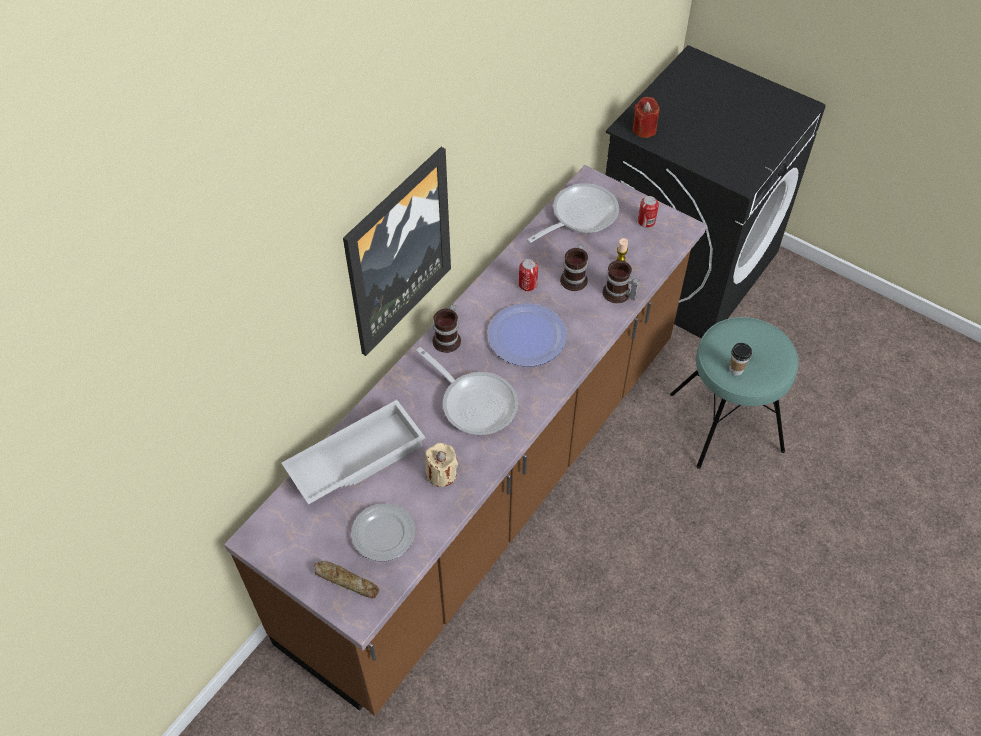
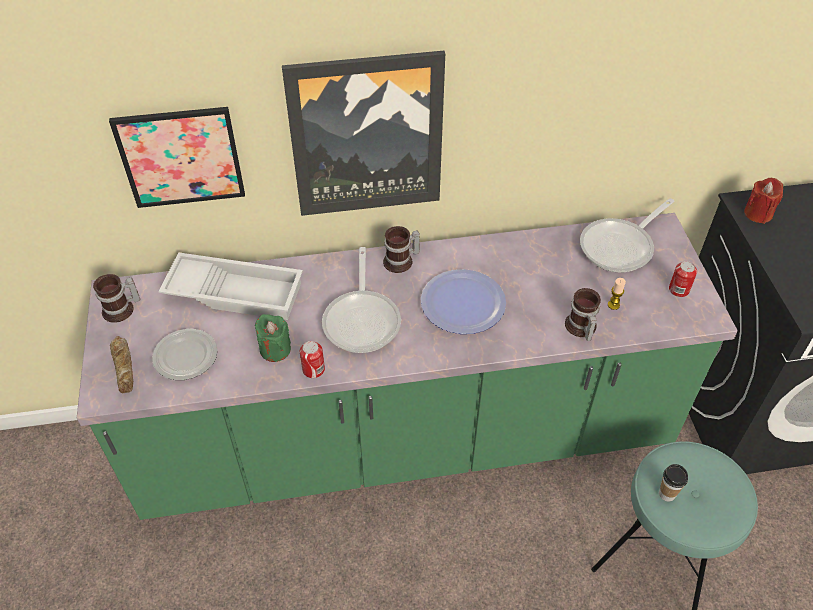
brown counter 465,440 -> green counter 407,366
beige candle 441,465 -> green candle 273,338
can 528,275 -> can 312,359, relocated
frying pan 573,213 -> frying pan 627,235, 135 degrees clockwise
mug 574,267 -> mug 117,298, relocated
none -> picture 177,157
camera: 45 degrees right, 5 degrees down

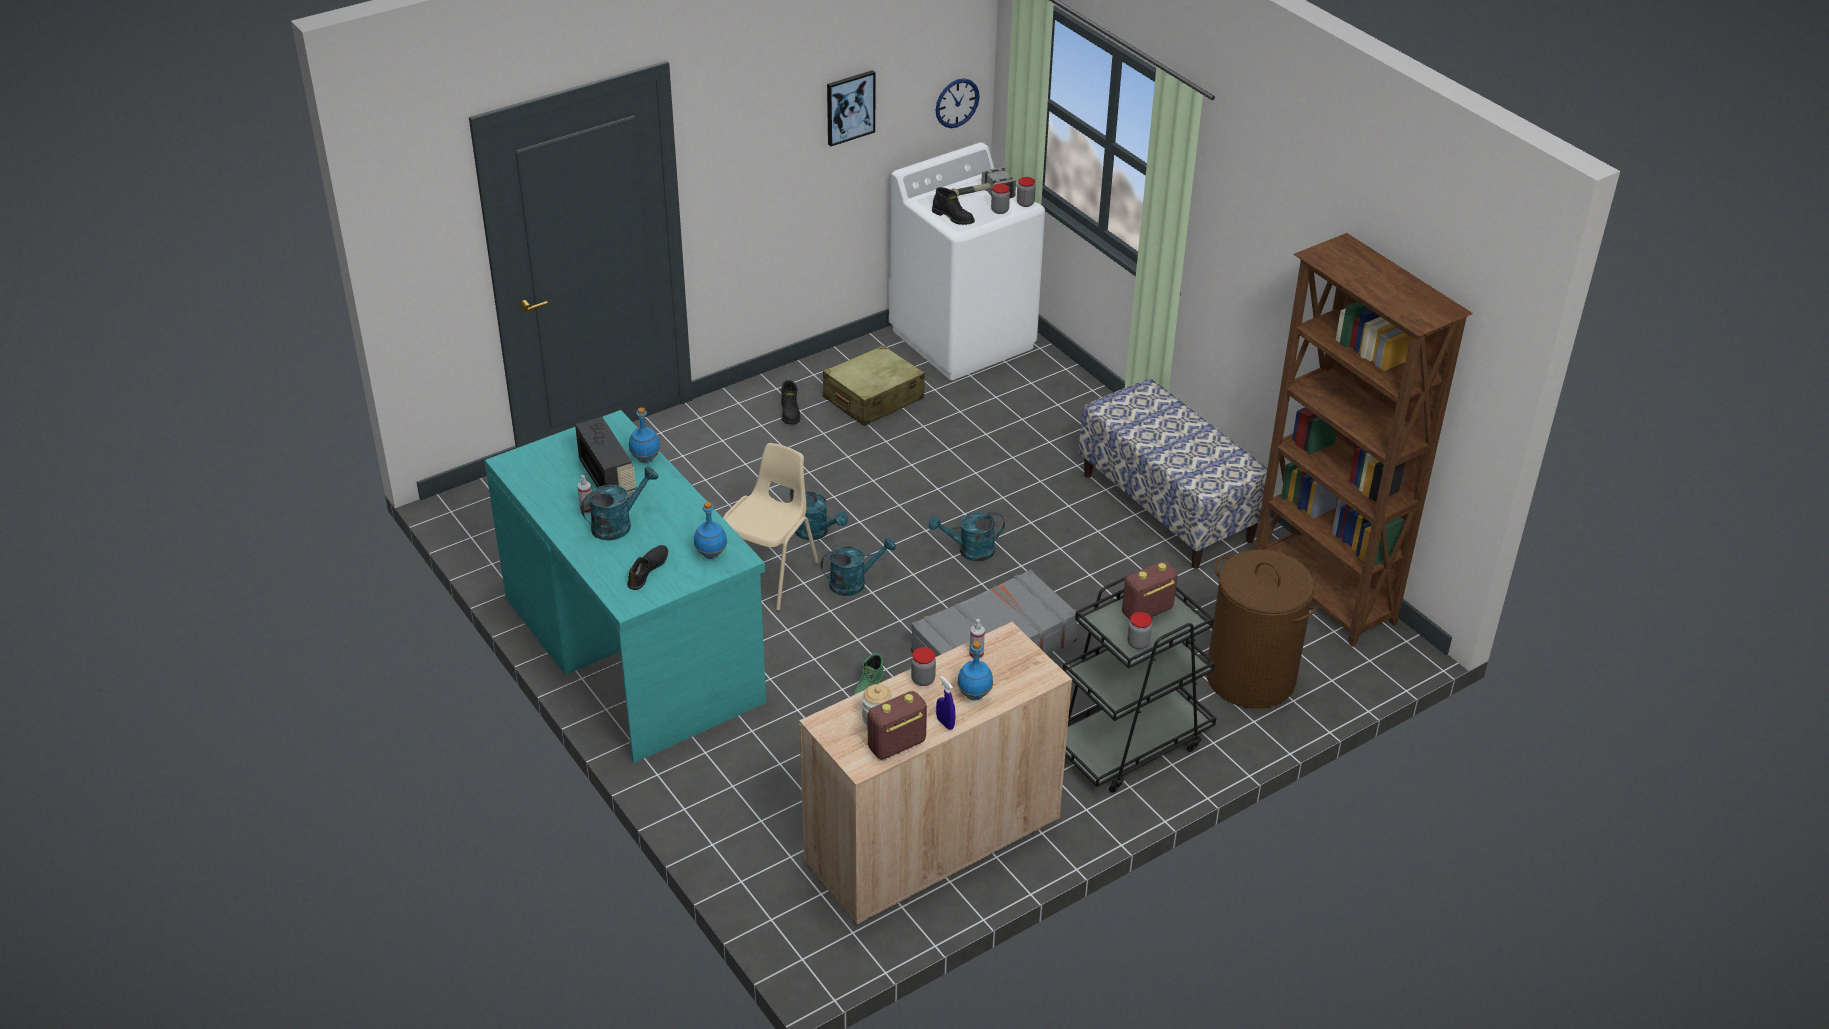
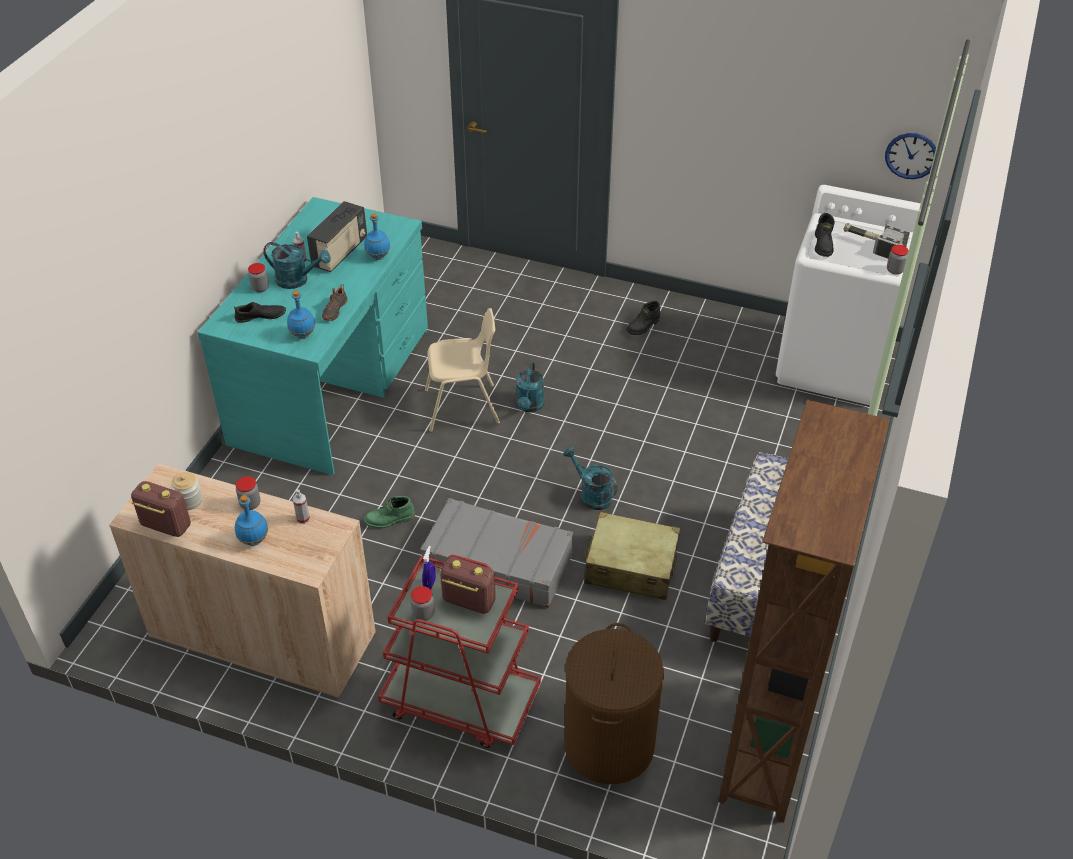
turquoise watering can 858,566 -> none
beige suitcase 874,385 -> beige suitcase 632,556, relocated
picture 851,108 -> none
blue spray bottle 945,703 -> blue spray bottle 429,568, relocated
jar 1000,199 -> jar 258,278, relocated
black cart 1139,683 -> red cart 459,651
none -> black shoe 335,303
camera: 55 degrees right, 5 degrees up

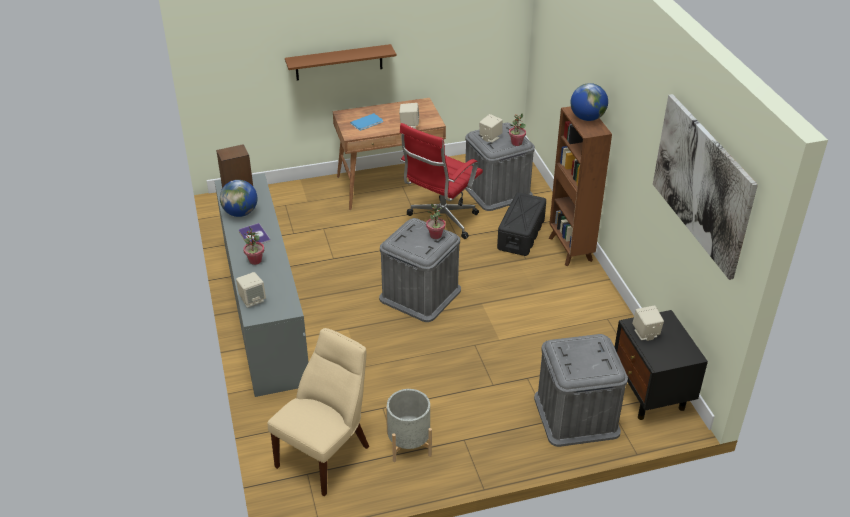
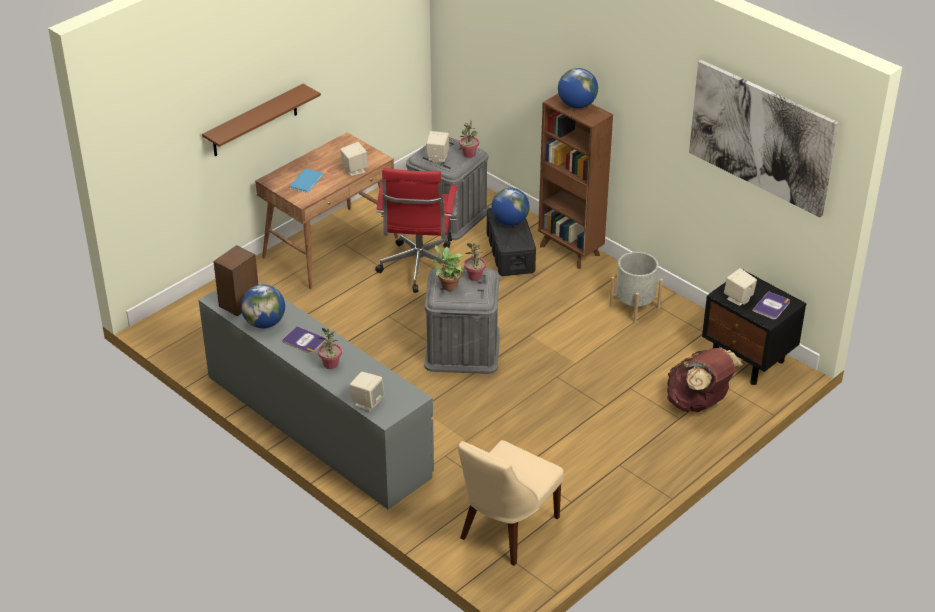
beige chair 318,412 -> beige chair 511,503, 150 degrees counterclockwise
grey planter 409,425 -> grey planter 636,287, relocated
grey storage box 581,390 -> brown backpack 705,380
none -> potted plant 448,268
none -> globe 510,207
none -> book 771,305
camera: 30 degrees left, 0 degrees up

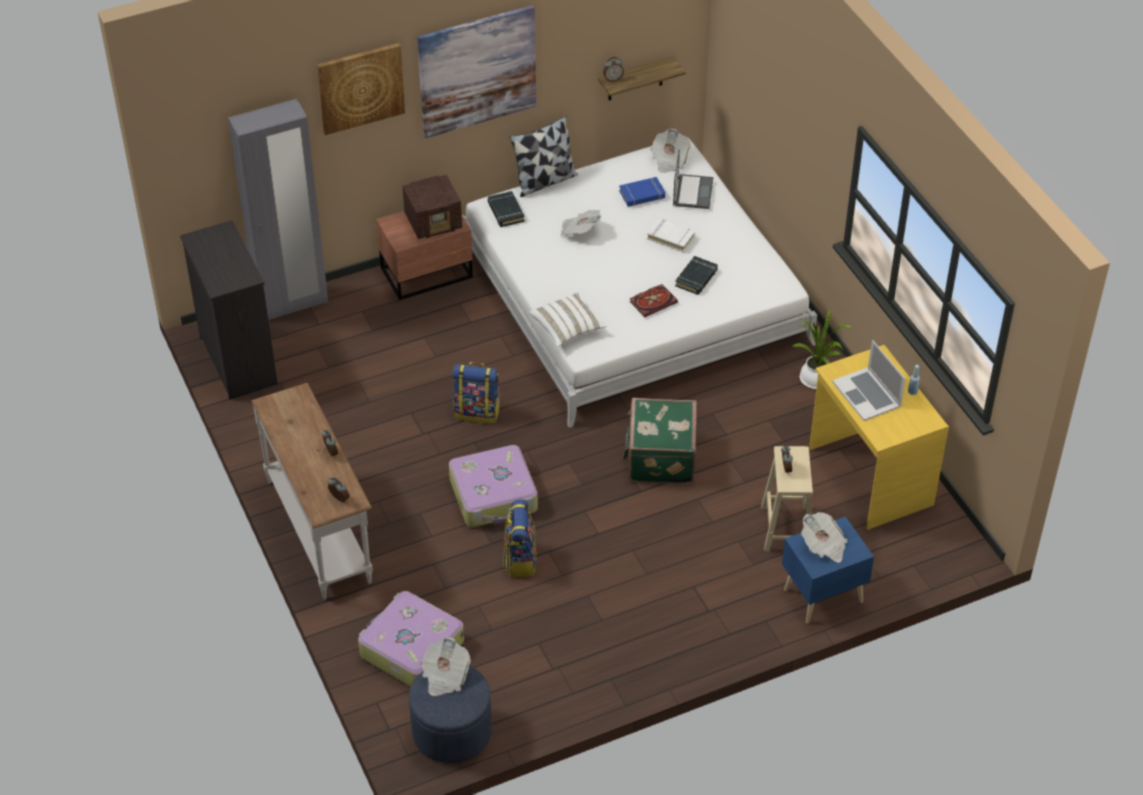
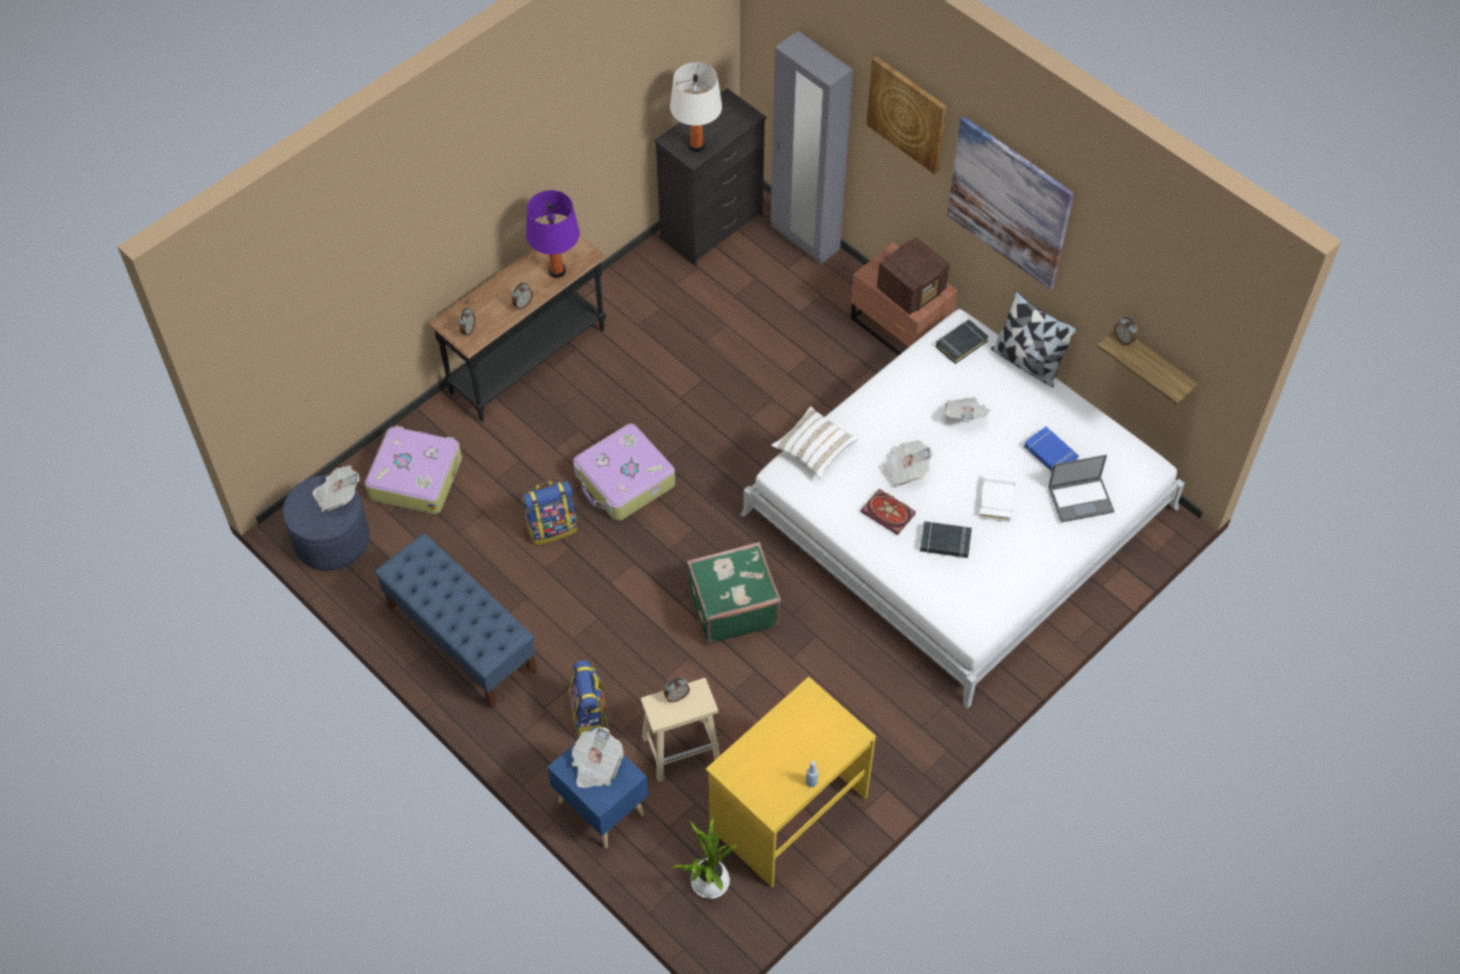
white console table 312,491 -> black console table 518,328
radio 432,207 -> radio 913,276, 90 degrees counterclockwise
backpack 476,392 -> backpack 589,699, relocated
newspaper 670,150 -> newspaper 906,463, relocated
potted plant 822,349 -> potted plant 705,858, relocated
laptop 868,380 -> none
none -> blue bench 456,621
none -> purple table lamp 553,234
none -> white table lamp 696,107
camera: 70 degrees right, 10 degrees up

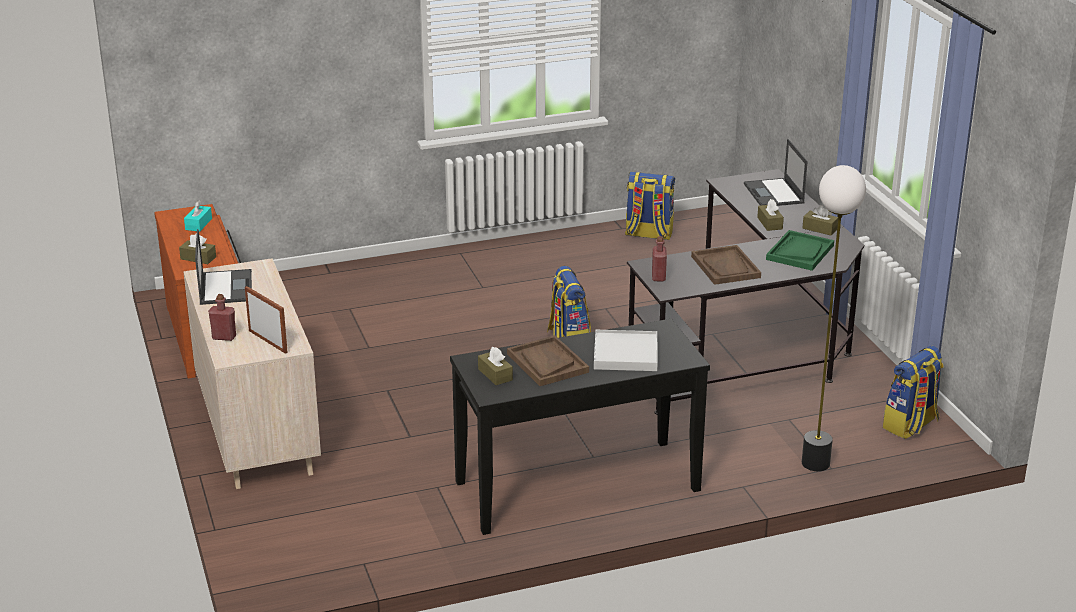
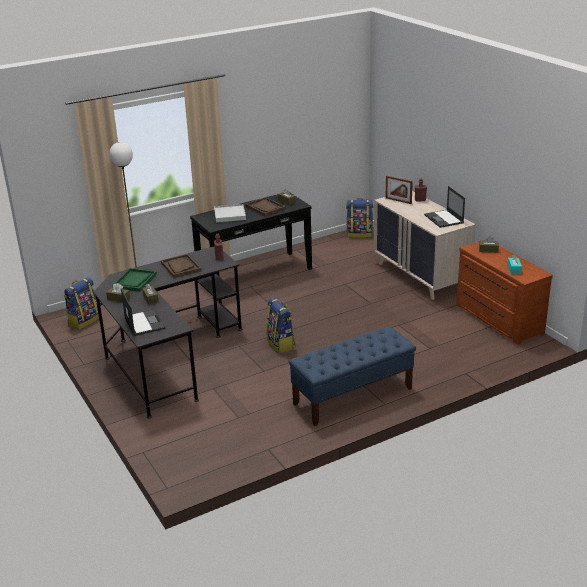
backpack 650,206 -> backpack 359,218, relocated
none -> blue bench 352,376
camera: 170 degrees right, 0 degrees up

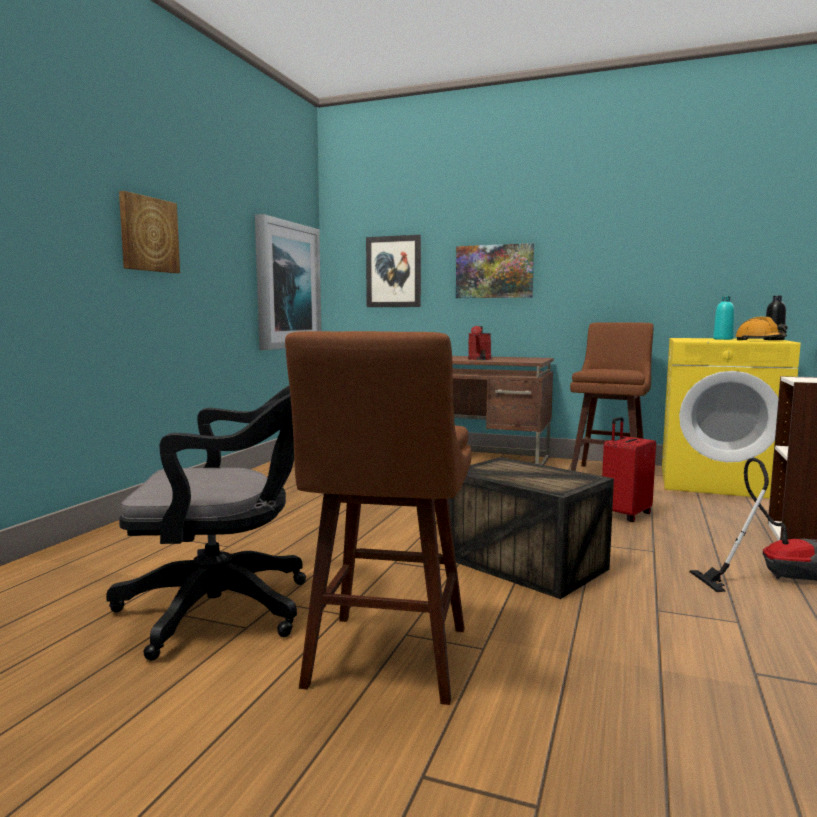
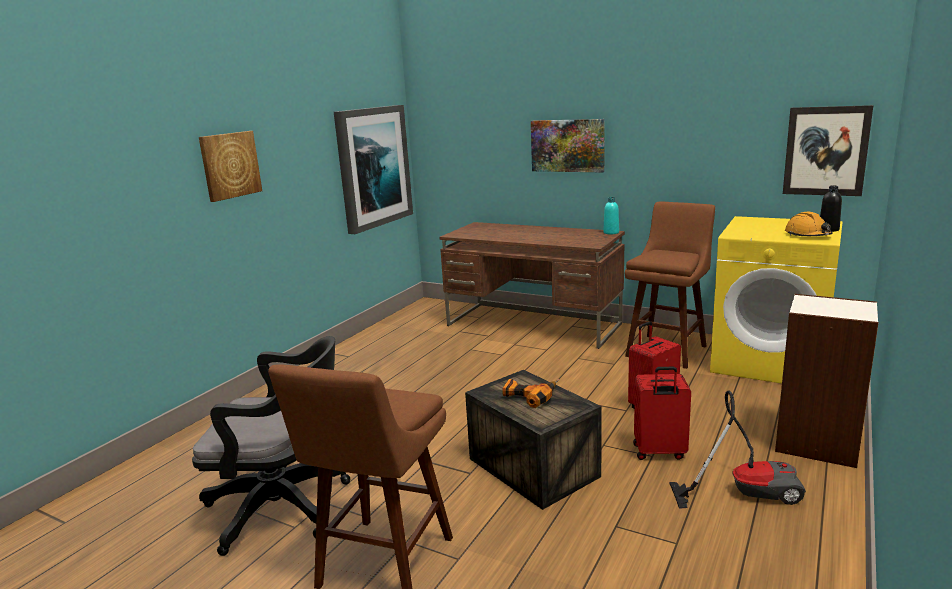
picture 393,271 -> picture 828,150, relocated
red watering can 479,343 -> none
turquoise bottle 724,318 -> turquoise bottle 611,216, relocated
none -> power drill 530,393
none -> red suitcase 662,413
camera: 10 degrees right, 10 degrees up

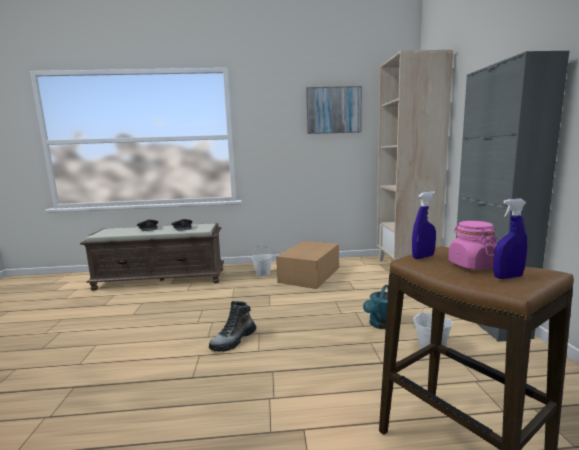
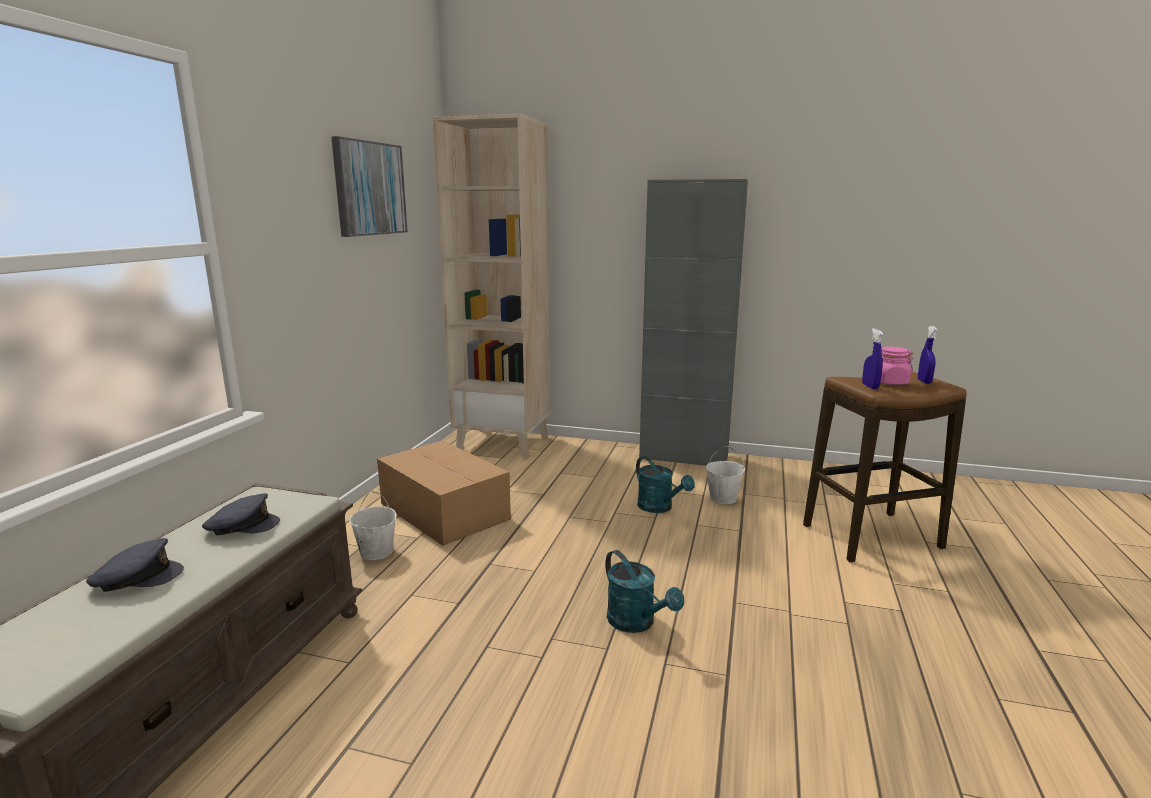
boot 232,326 -> turquoise watering can 644,591
camera: 70 degrees left, 5 degrees up

